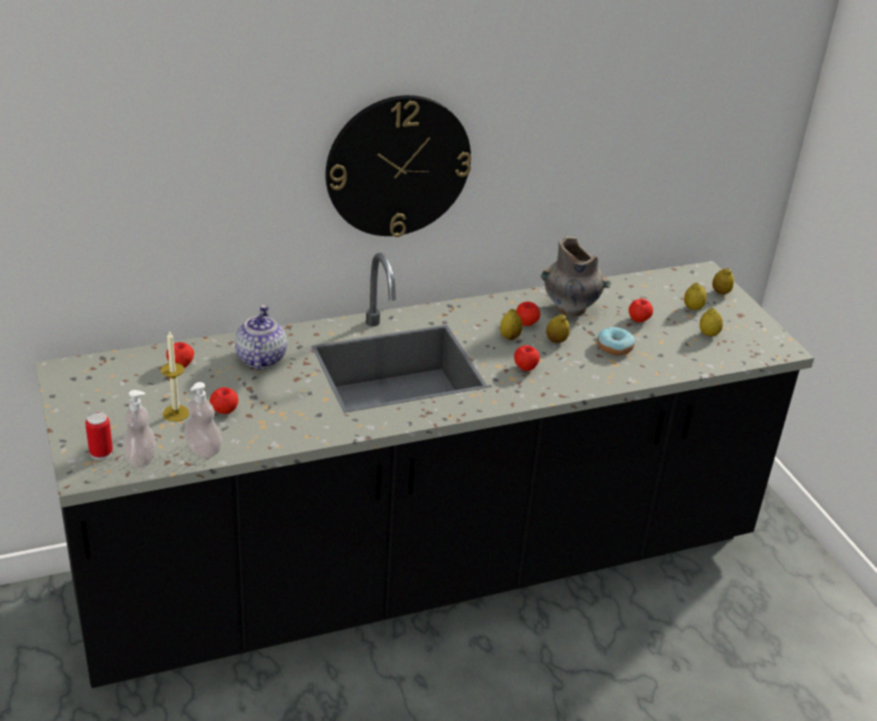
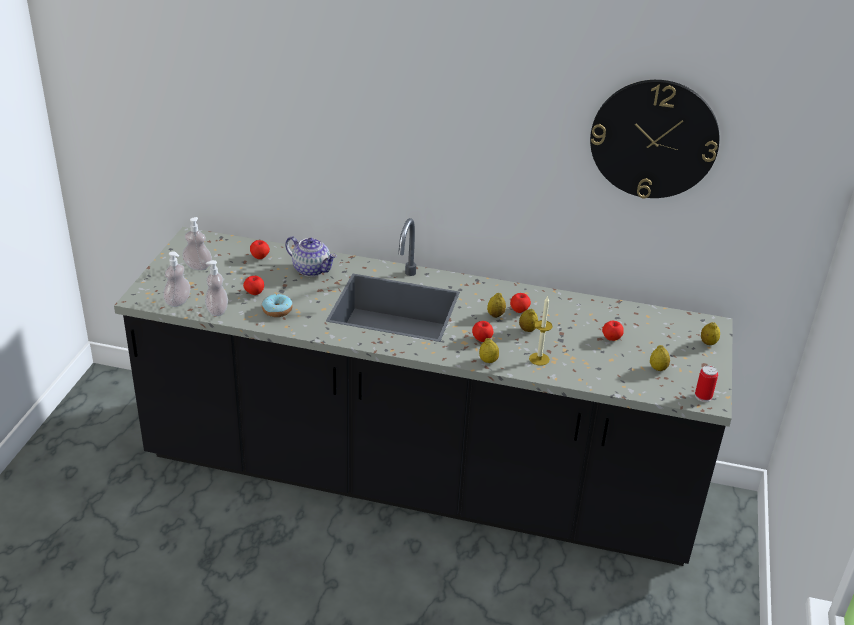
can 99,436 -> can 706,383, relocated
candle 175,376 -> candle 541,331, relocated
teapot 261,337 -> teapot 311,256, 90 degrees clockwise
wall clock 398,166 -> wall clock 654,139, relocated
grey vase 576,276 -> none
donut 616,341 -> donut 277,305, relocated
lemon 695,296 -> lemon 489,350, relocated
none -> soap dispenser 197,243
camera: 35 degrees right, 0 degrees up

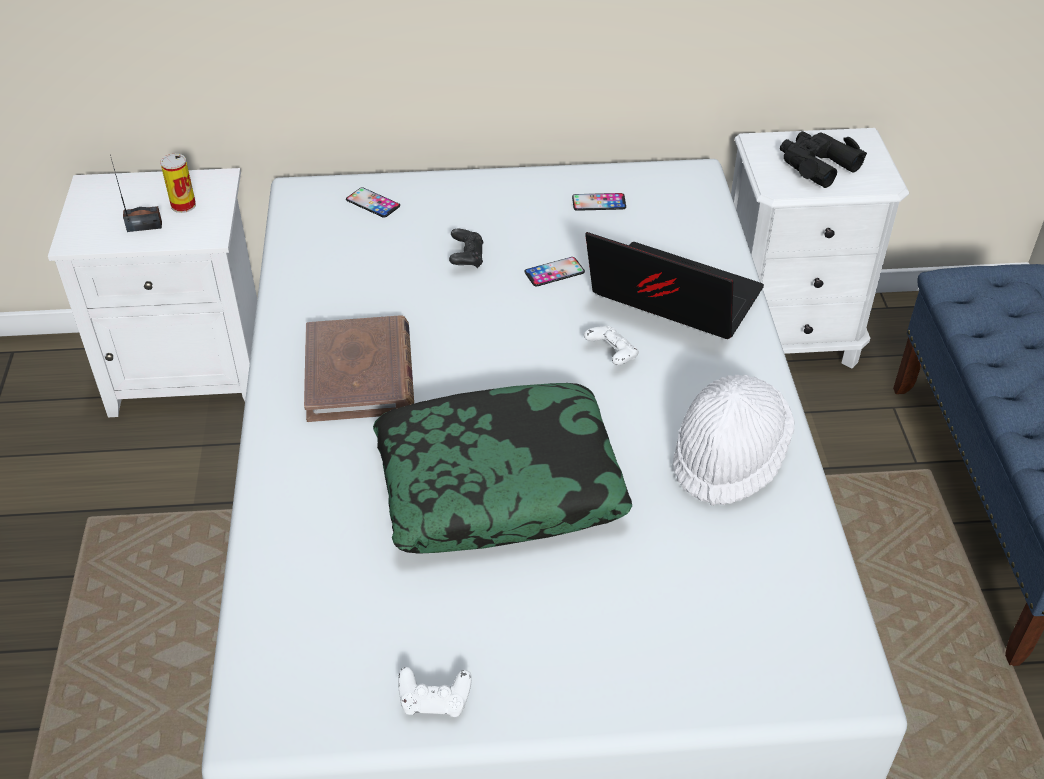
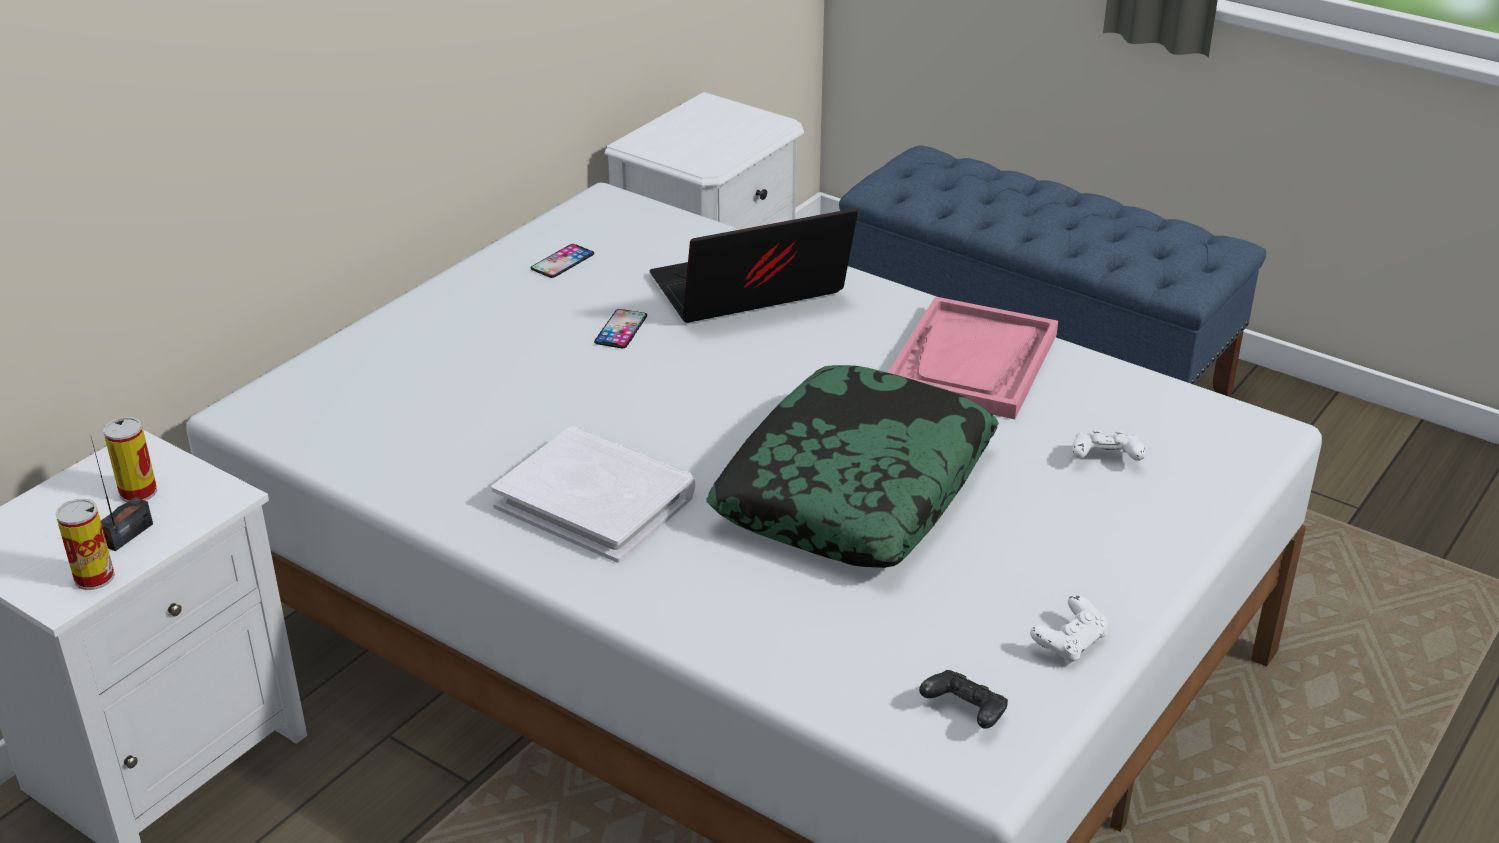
brown book 359,368 -> white book 593,494
phone 373,202 -> none
black game controller 466,248 -> black game controller 963,699, relocated
white game controller 611,345 -> white game controller 1109,446, relocated
white hat 734,440 -> pink tray 973,357
black binoculars 823,159 -> none
none -> can 85,544
camera: 50 degrees left, 10 degrees down

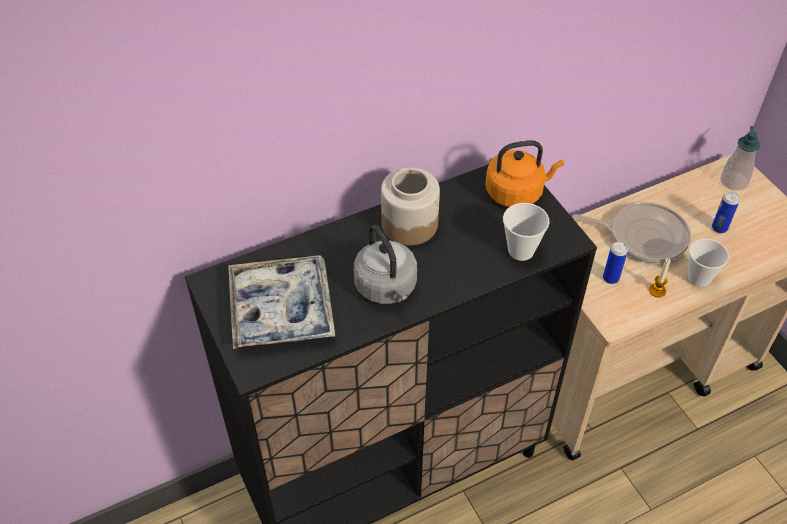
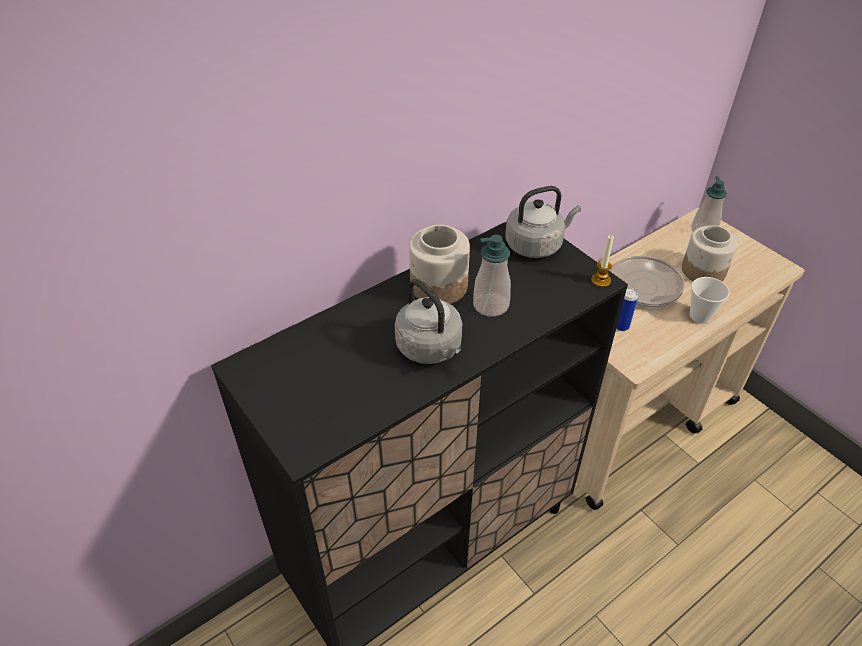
tray 281,302 -> none
orange kettle 524,173 -> grey kettle 543,222
cup 526,232 -> none
candle 660,278 -> candle 602,261, relocated
can 726,212 -> jar 710,253
none -> soap dispenser 492,276
camera: 10 degrees left, 5 degrees down

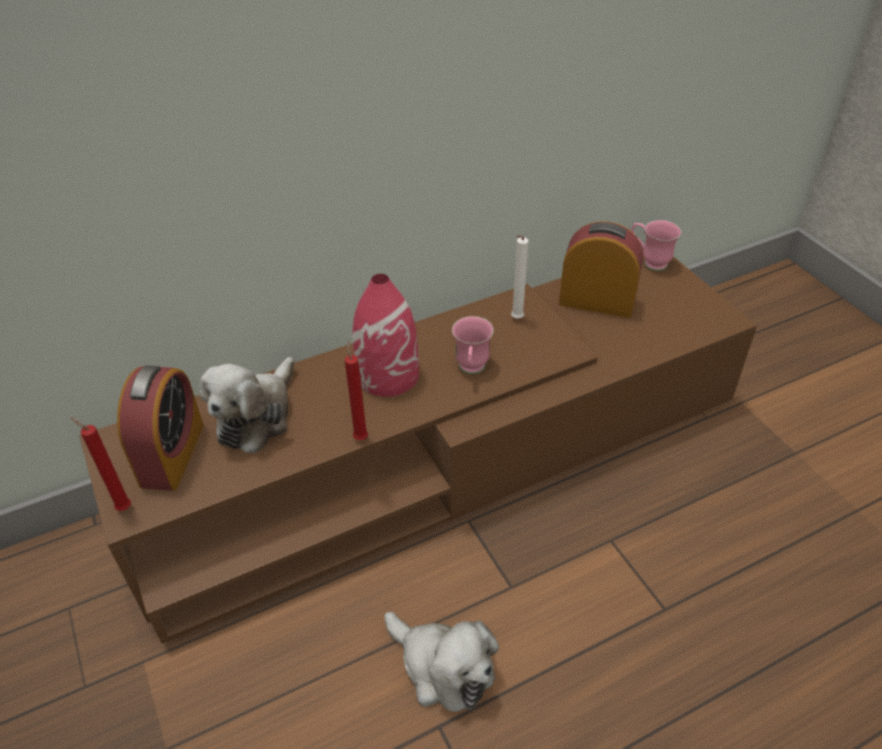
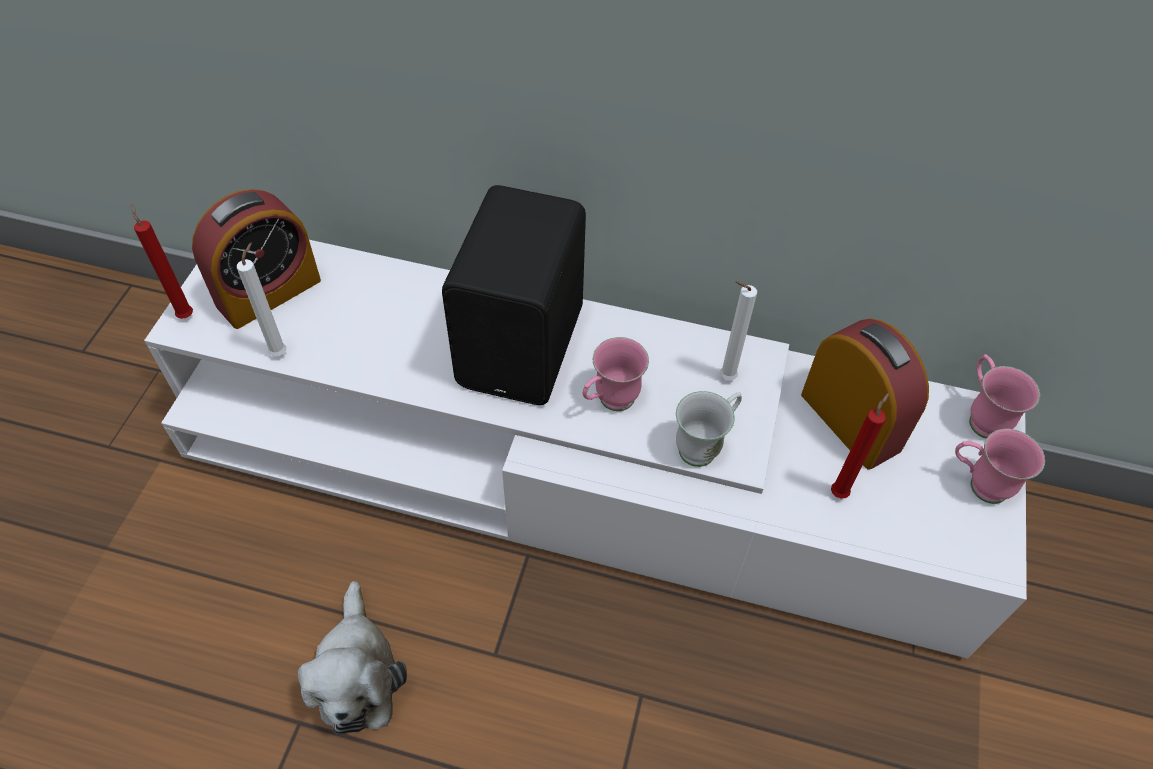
brown tv stand 418,450 -> white tv stand 585,449
plush toy 246,405 -> none
red candle 356,390 -> red candle 860,446, relocated
red vase 385,335 -> black speaker 514,295
none -> white candle 261,300
none -> white mug 709,429
none -> pink mug 1000,466
camera: 40 degrees right, 10 degrees up

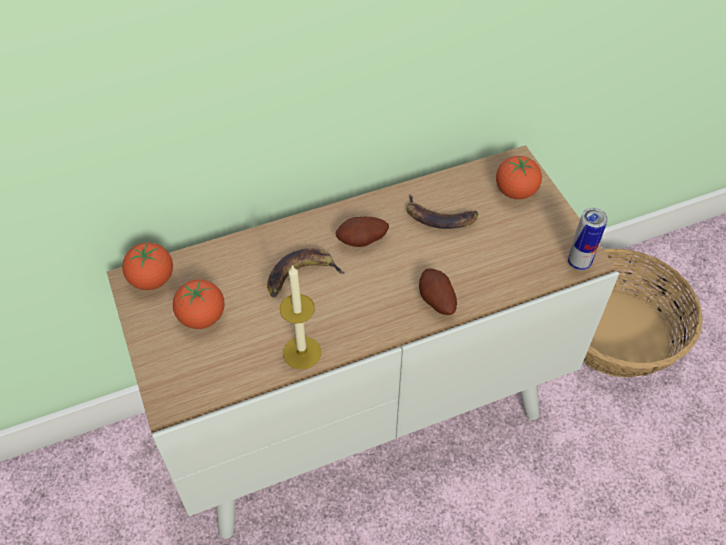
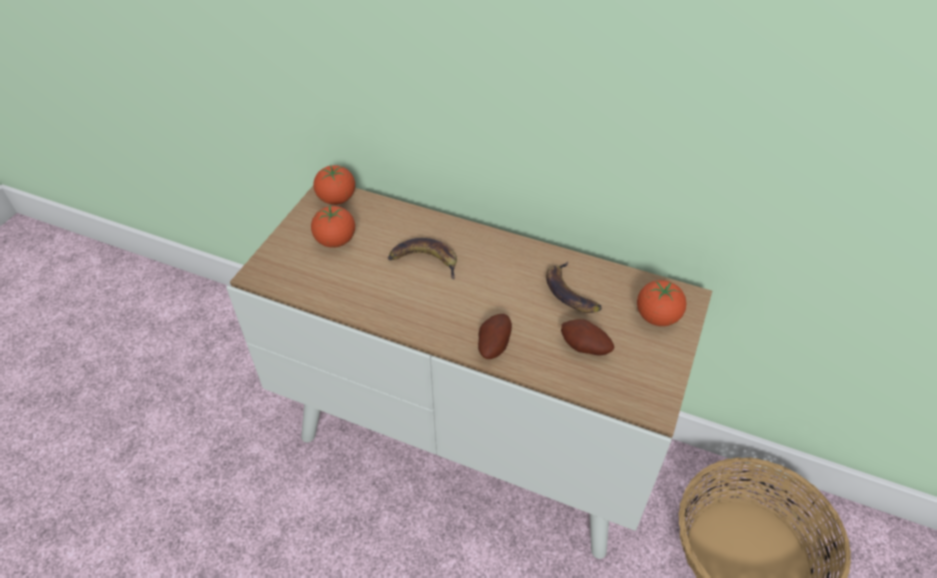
candle 300,317 -> none
potato 362,232 -> potato 587,337, relocated
can 588,239 -> none
camera: 45 degrees right, 5 degrees down

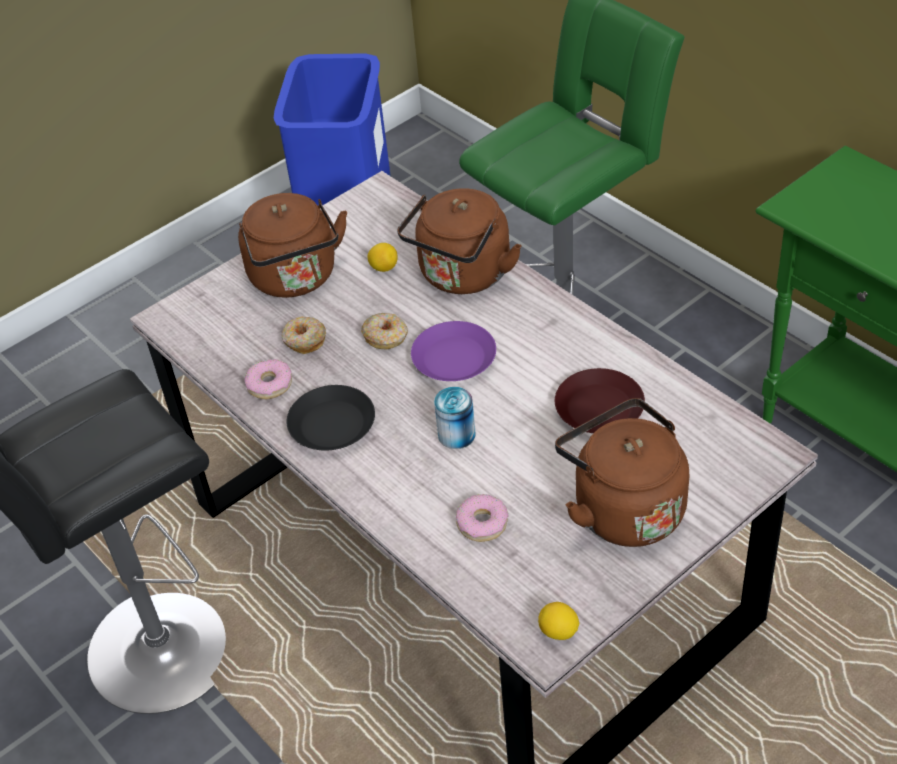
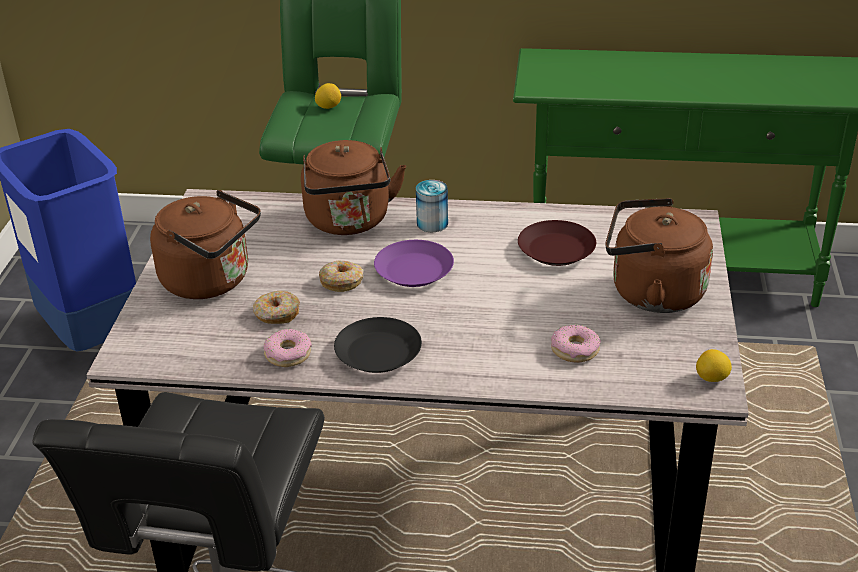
lemon 383,257 -> lemon 328,96, relocated
can 455,418 -> can 432,206, relocated
camera: 45 degrees left, 10 degrees down

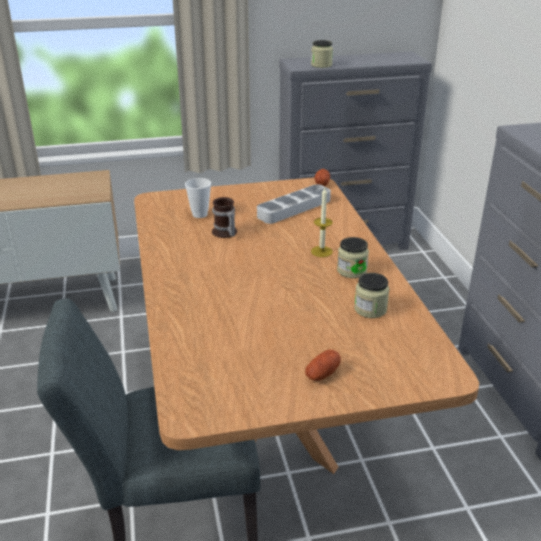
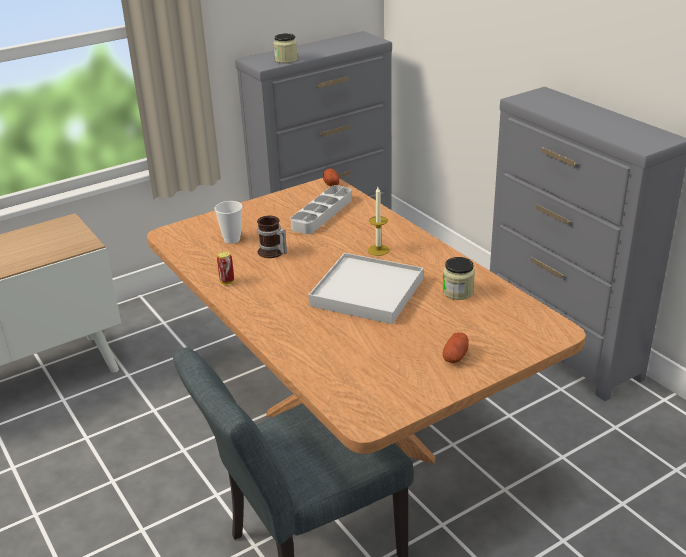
jar 353,257 -> none
none -> can 225,268
none -> white tray 366,288
camera: 20 degrees left, 0 degrees up

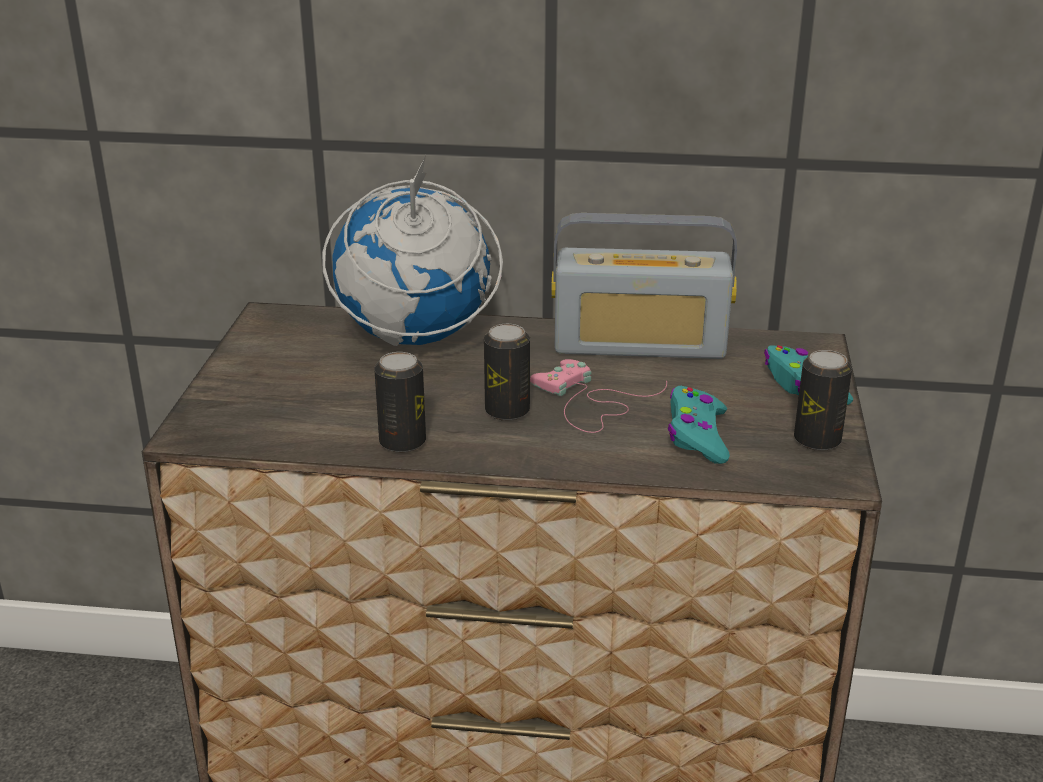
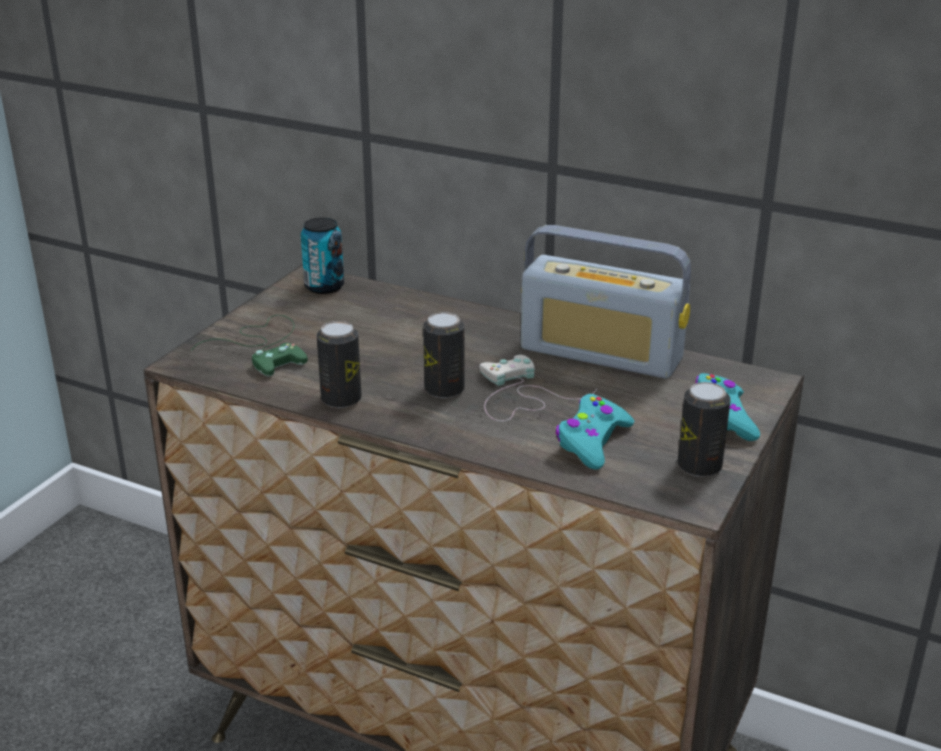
globe 412,250 -> none
pink game controller 598,396 -> white game controller 538,388
none -> green game controller 249,345
none -> can 322,255
camera: 20 degrees right, 0 degrees up

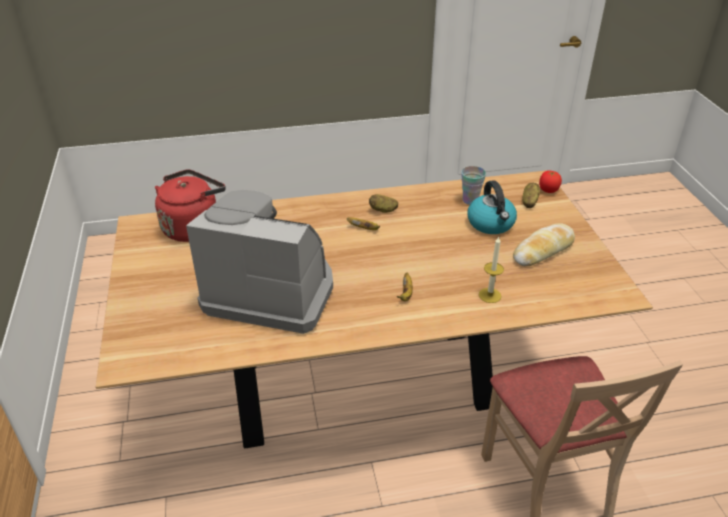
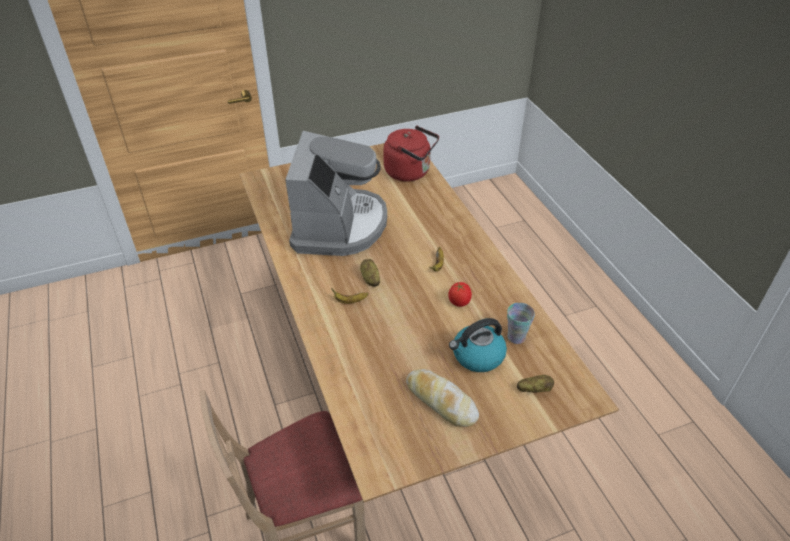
potato 383,203 -> potato 370,273, relocated
candle 491,270 -> none
tomato 550,181 -> tomato 460,294, relocated
camera: 80 degrees right, 5 degrees up

